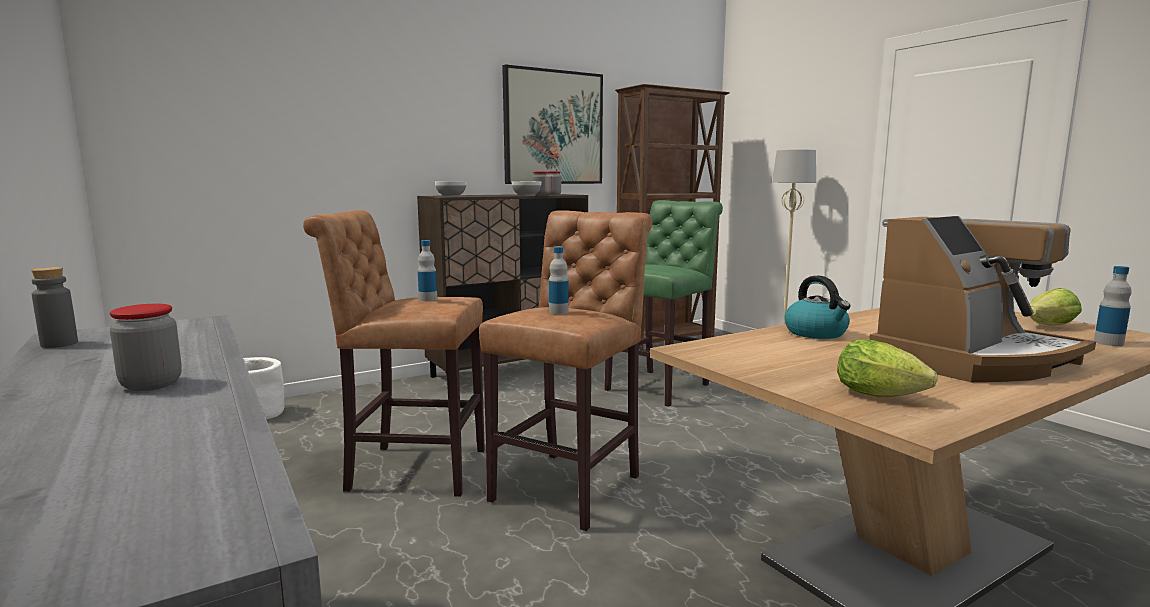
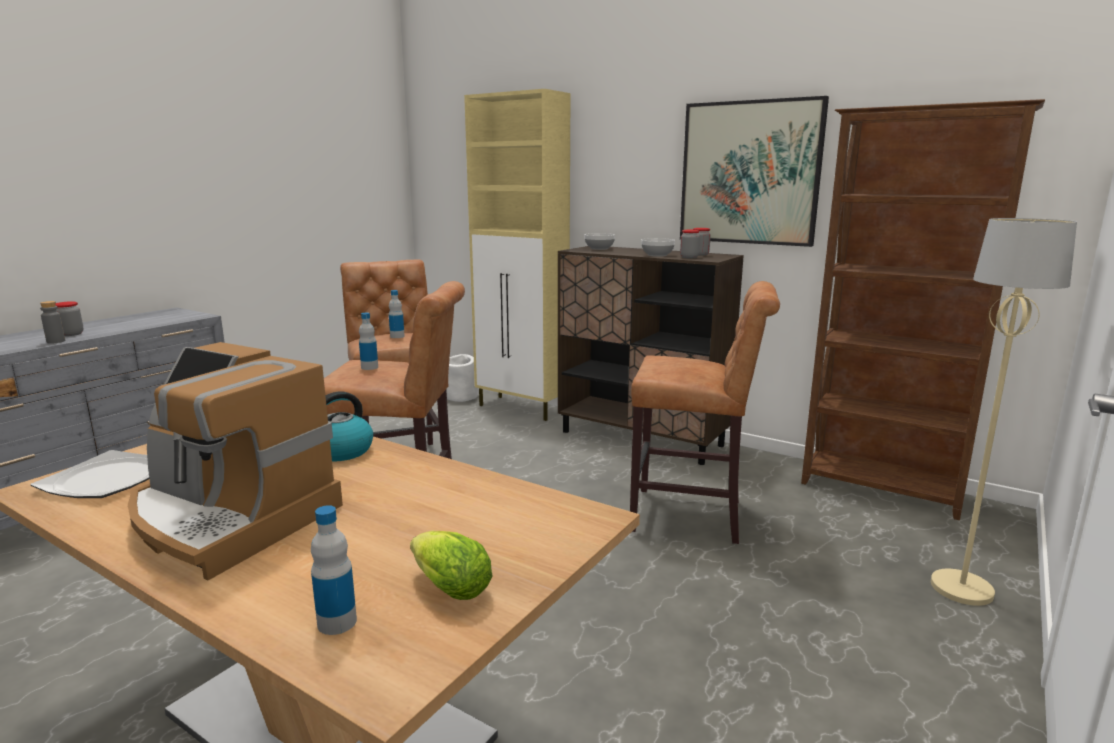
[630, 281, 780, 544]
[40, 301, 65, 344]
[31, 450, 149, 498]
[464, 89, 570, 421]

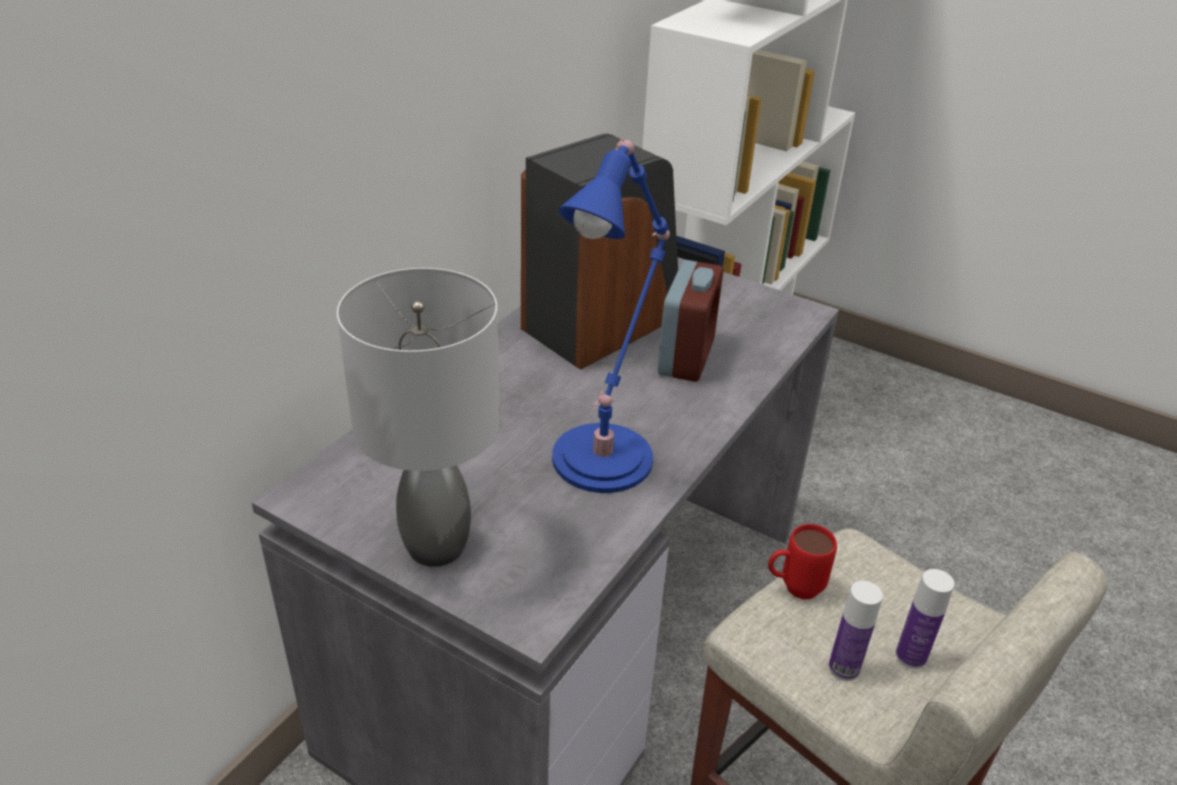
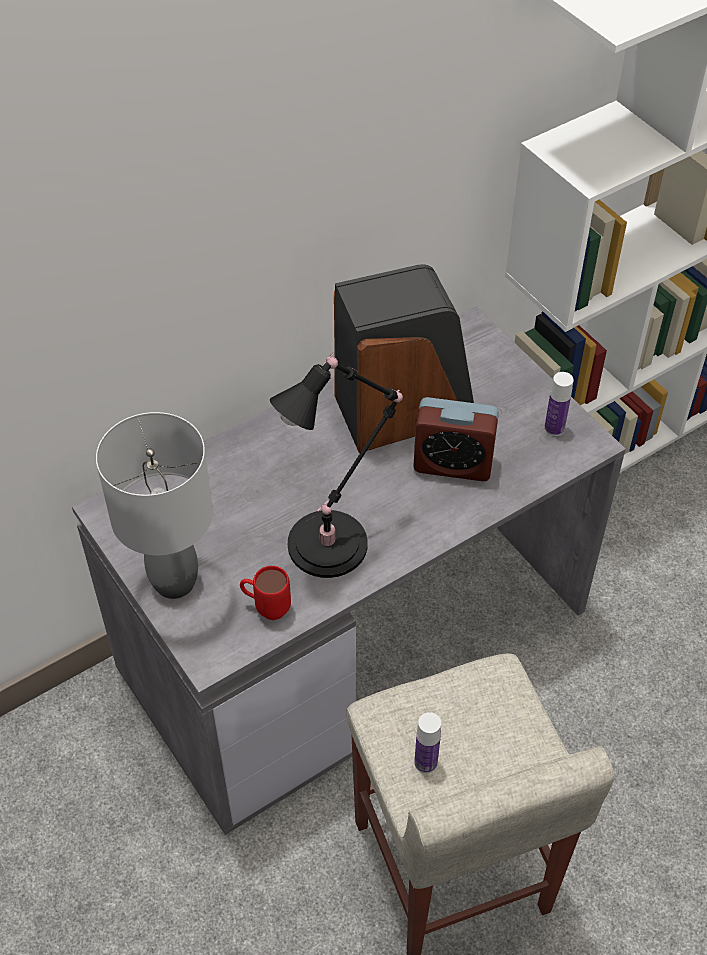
[270, 352, 403, 578]
[413, 397, 499, 481]
[240, 566, 291, 620]
[544, 372, 574, 436]

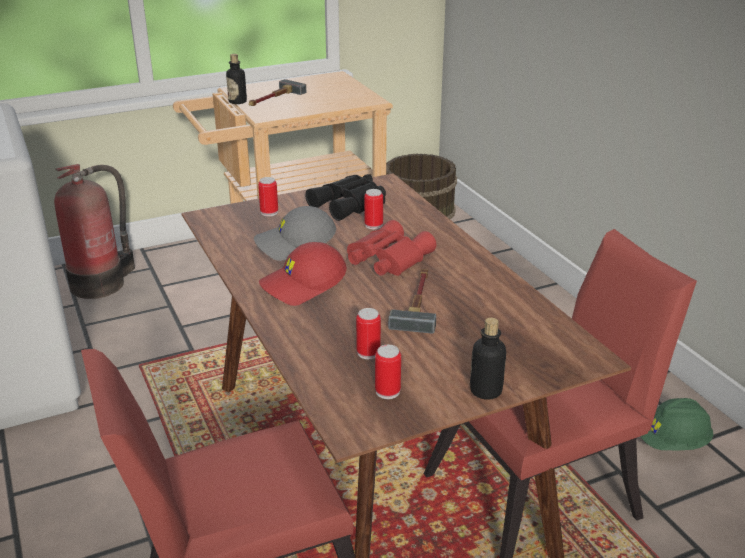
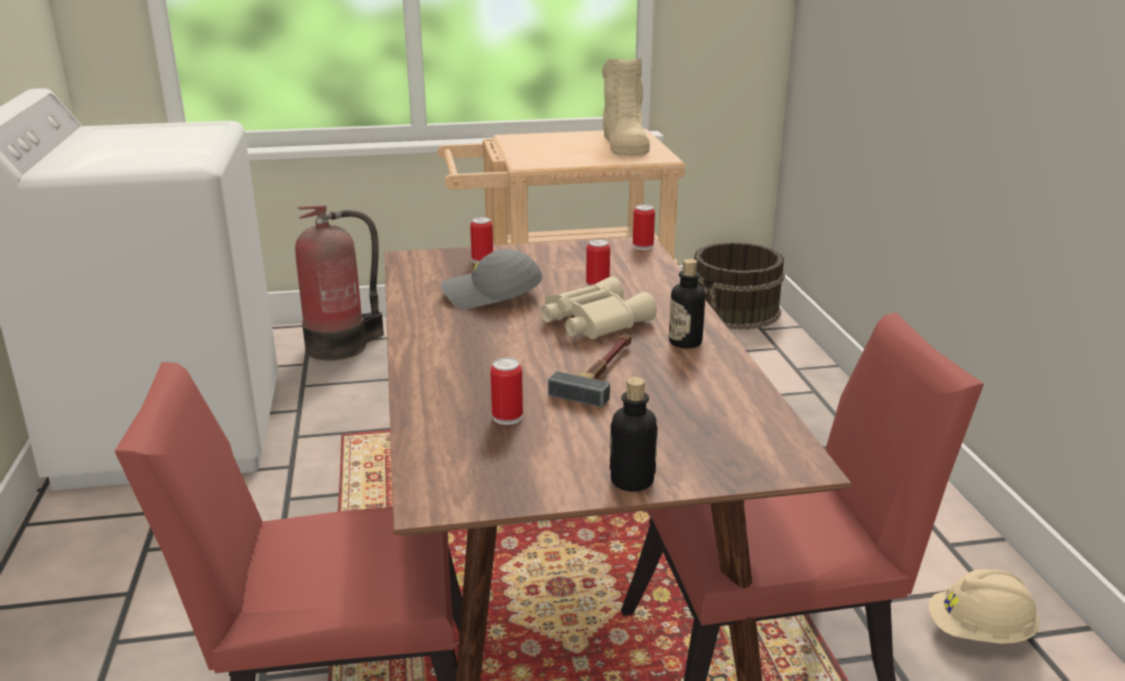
[669, 259, 705, 348]
[249, 79, 306, 106] (first image)
[305, 174, 386, 221] (first image)
[541, 276, 657, 339]
[259, 242, 347, 306] (first image)
[633, 204, 655, 250]
[928, 569, 1040, 644]
[602, 58, 650, 156]

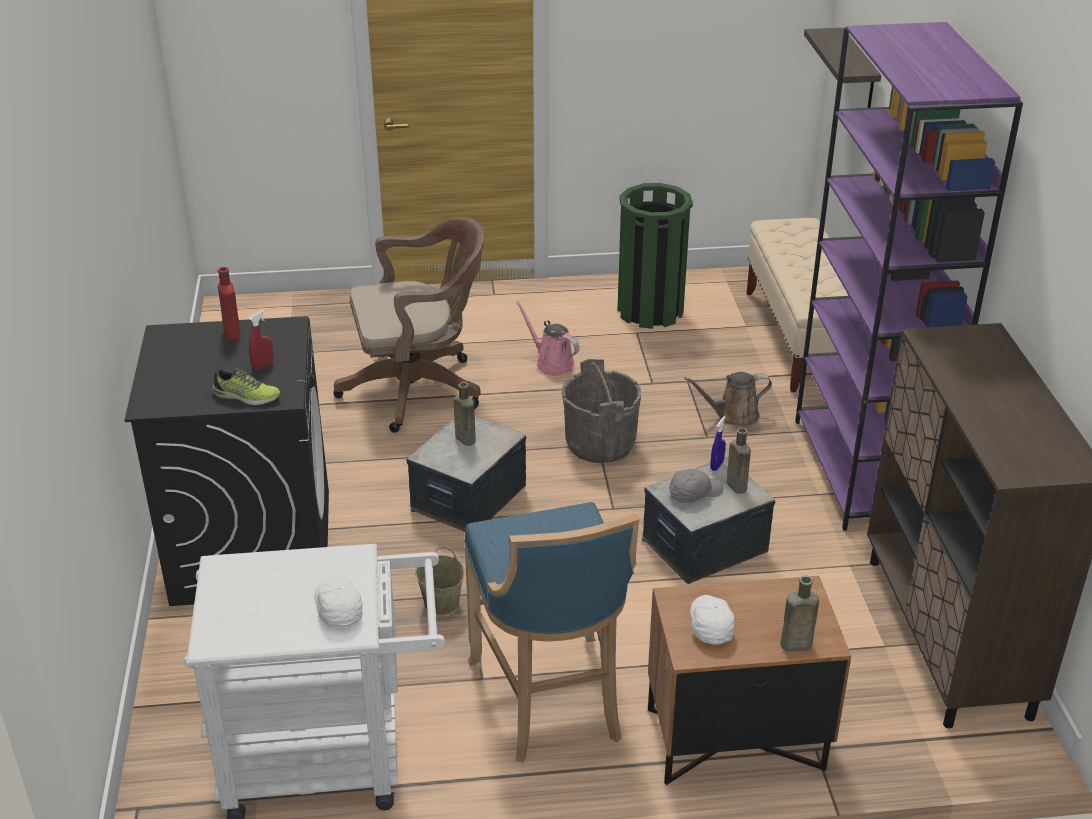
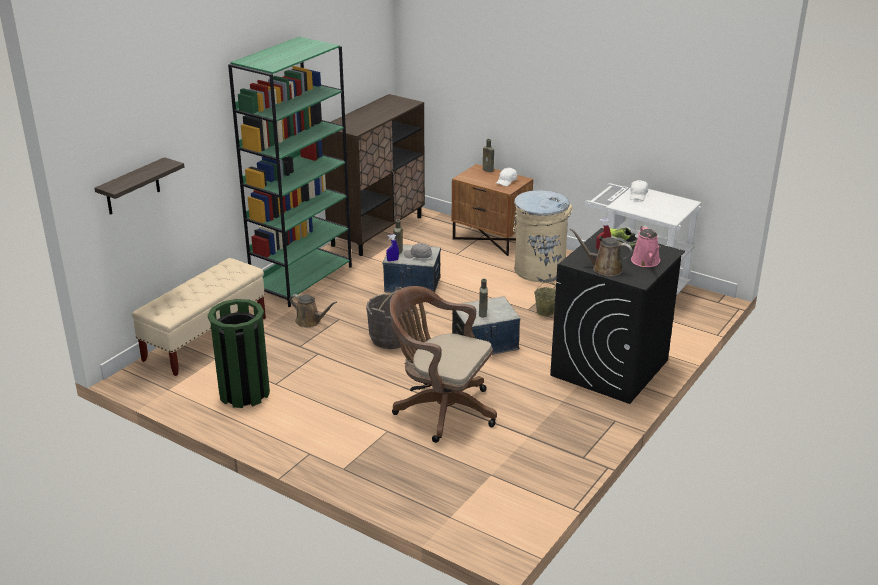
[228, 37, 352, 307]
[570, 228, 632, 276]
[631, 226, 660, 267]
[513, 190, 573, 282]

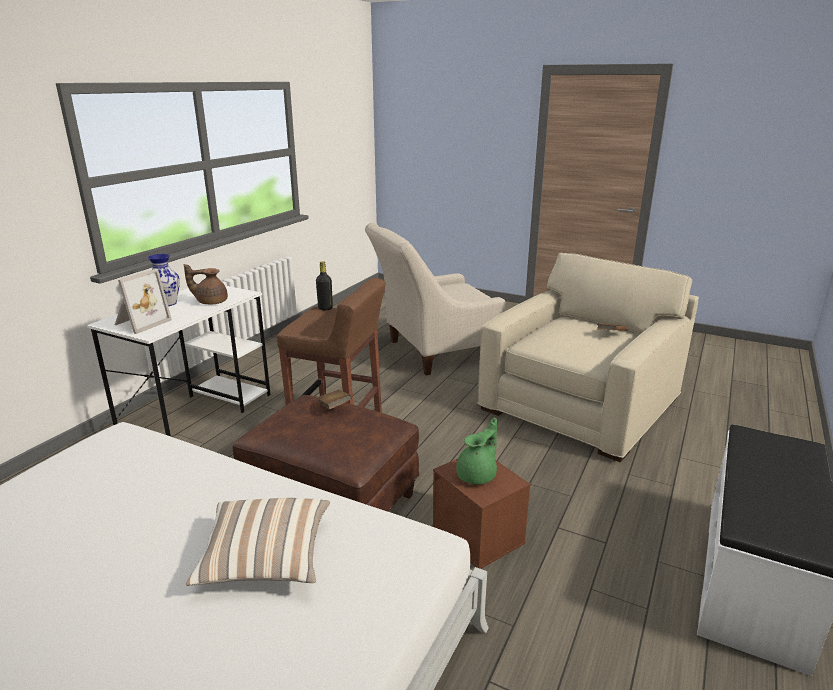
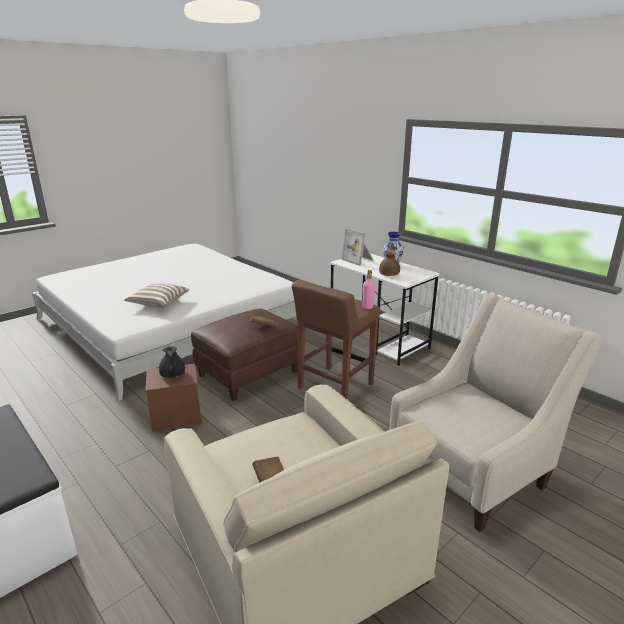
[389, 294, 603, 532]
[362, 270, 375, 309]
[159, 346, 185, 378]

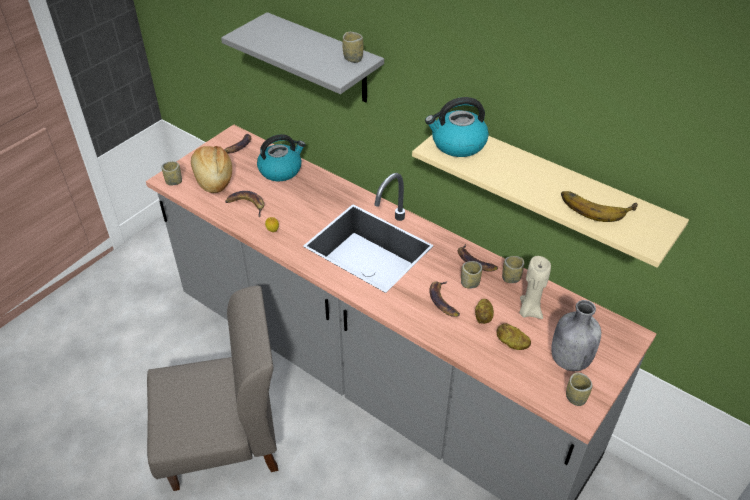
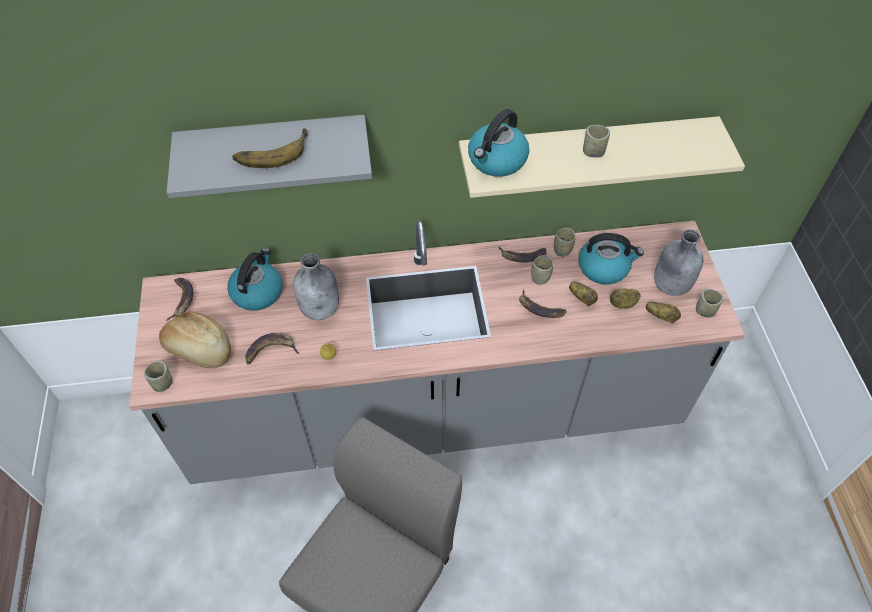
[583, 125, 610, 158]
[233, 128, 308, 168]
[578, 233, 644, 284]
[293, 253, 339, 320]
[646, 302, 681, 324]

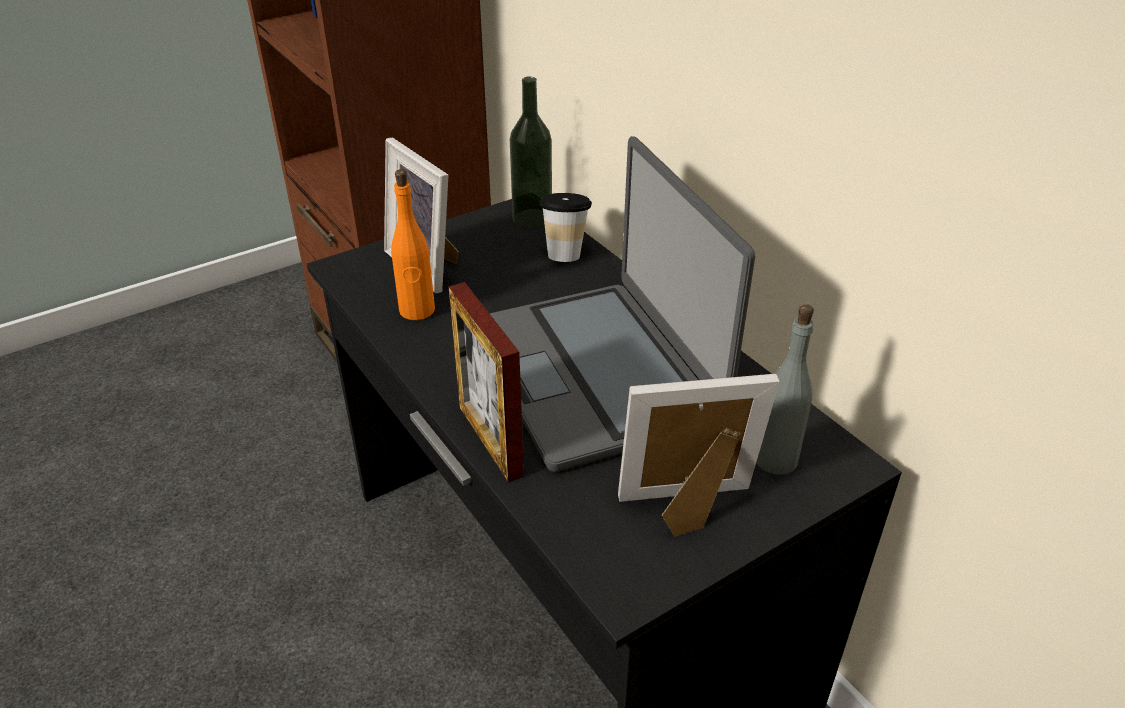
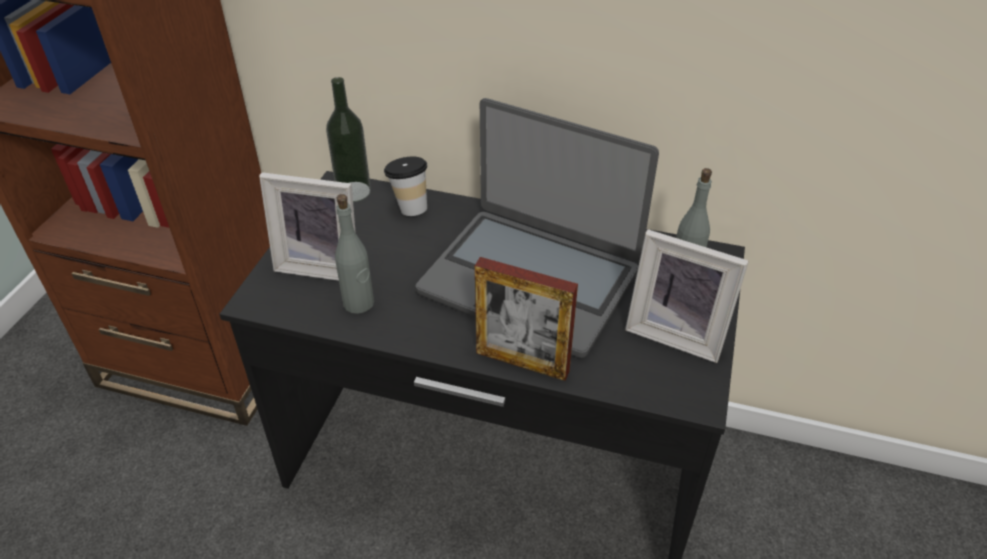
[335, 194, 374, 314]
[625, 229, 749, 363]

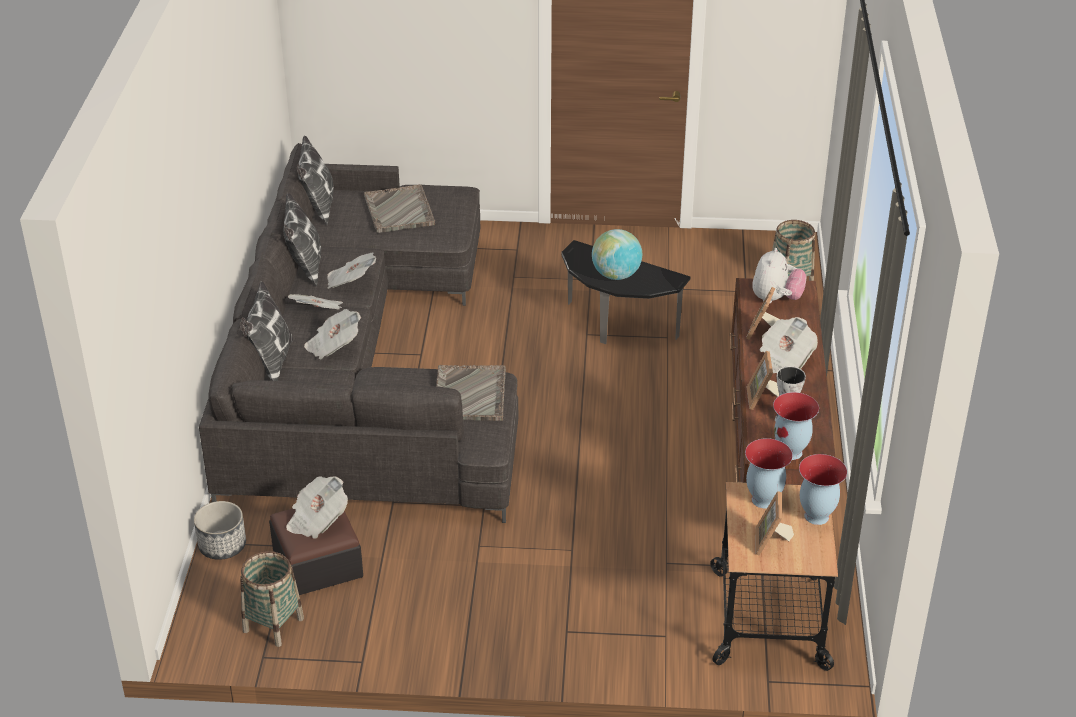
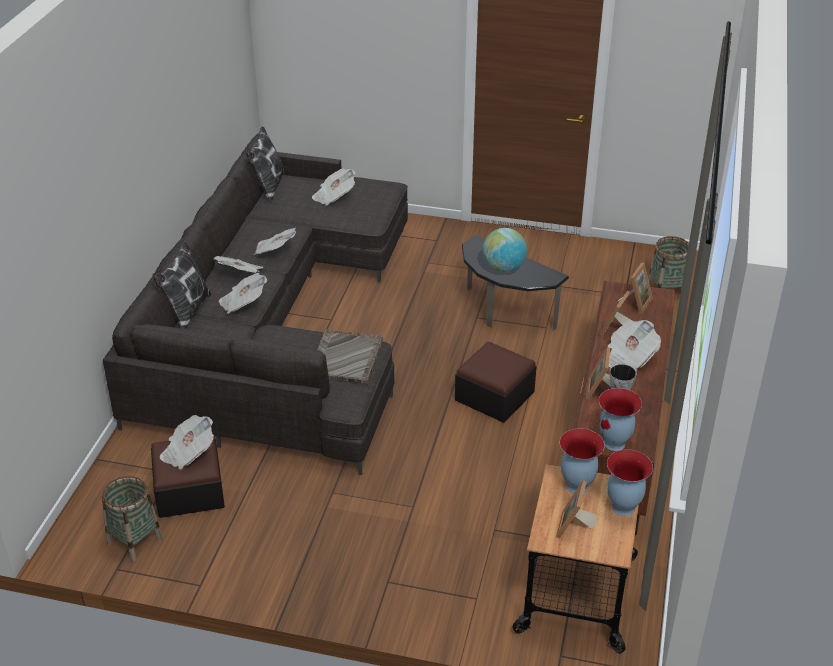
[312, 168, 356, 205]
[283, 193, 321, 286] (first image)
[616, 263, 652, 313]
[194, 501, 246, 560] (first image)
[455, 342, 536, 423]

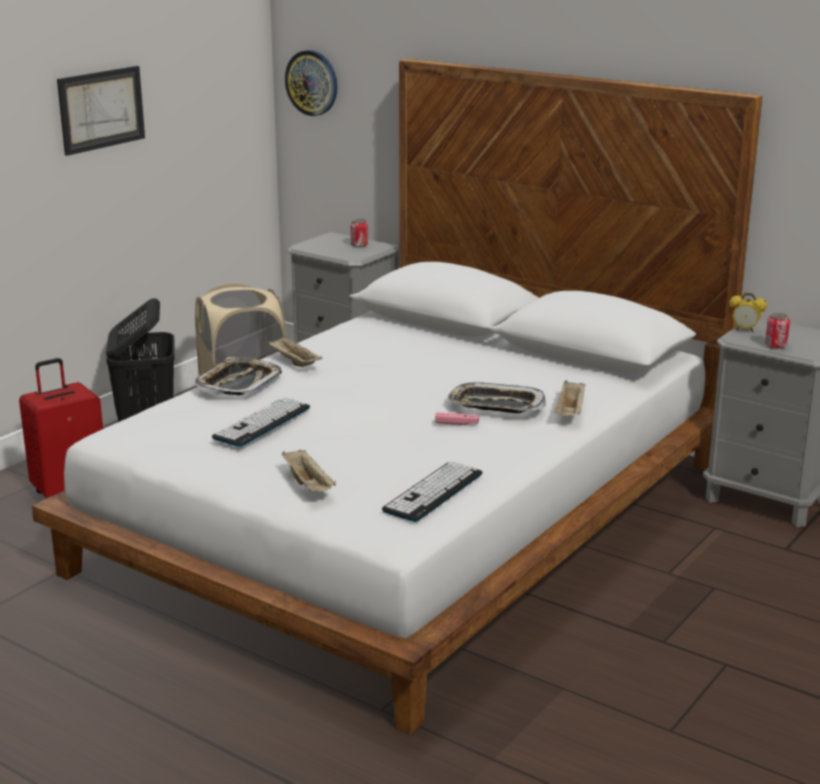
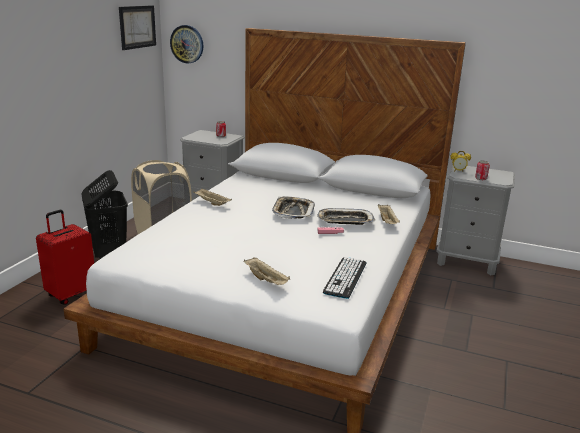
[119, 5, 156, 50]
[272, 197, 315, 219]
[212, 397, 310, 447] (first image)

